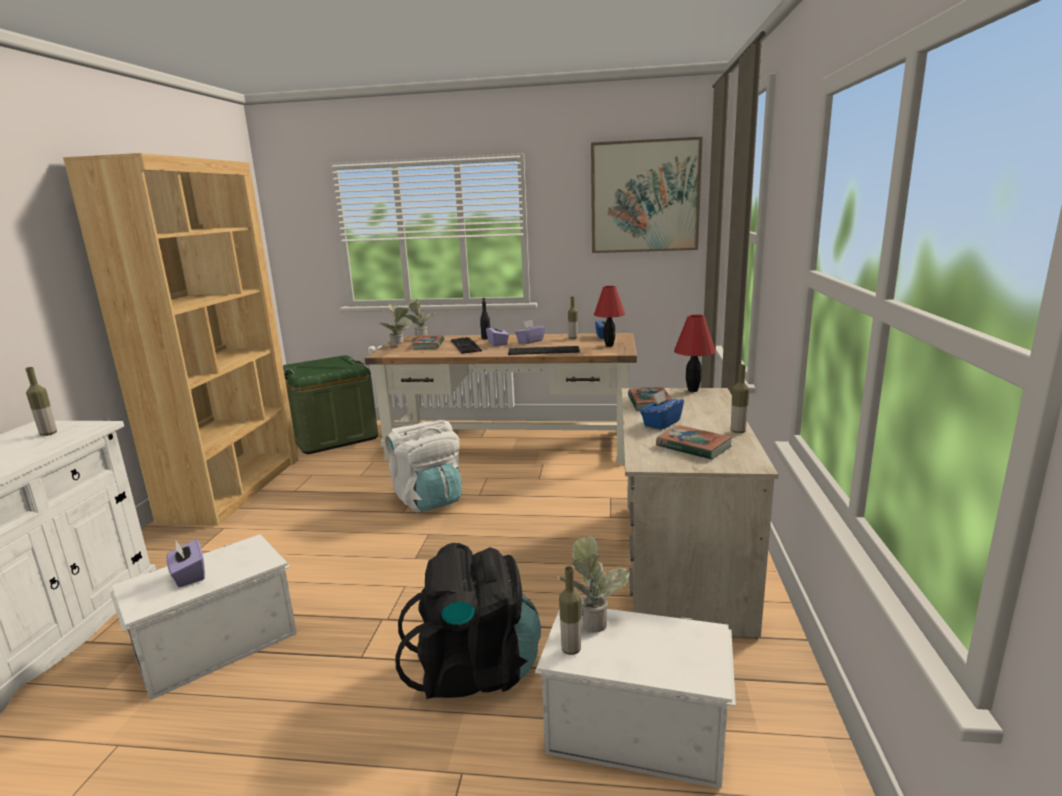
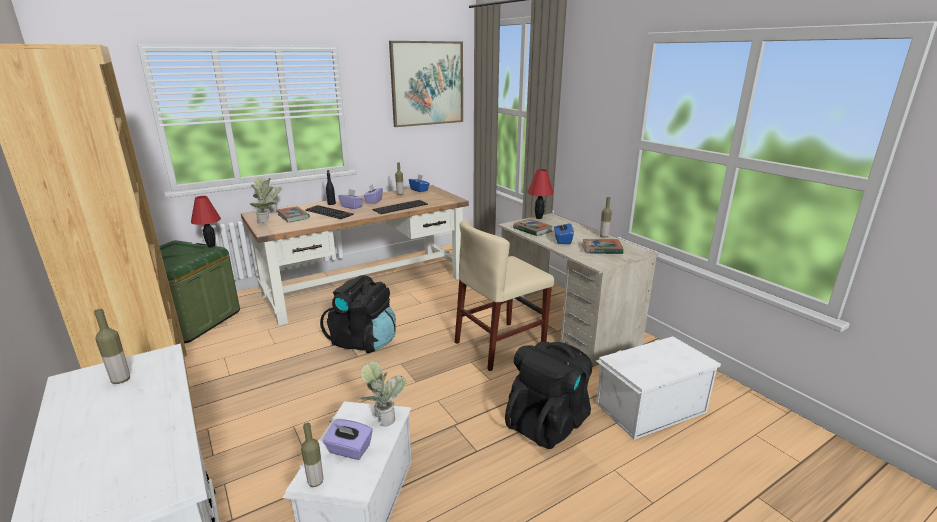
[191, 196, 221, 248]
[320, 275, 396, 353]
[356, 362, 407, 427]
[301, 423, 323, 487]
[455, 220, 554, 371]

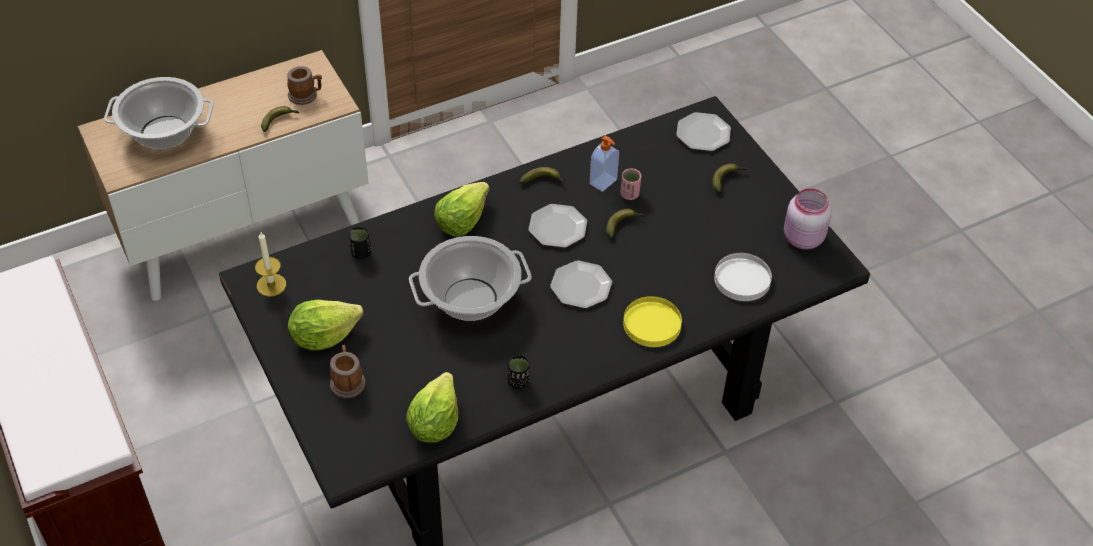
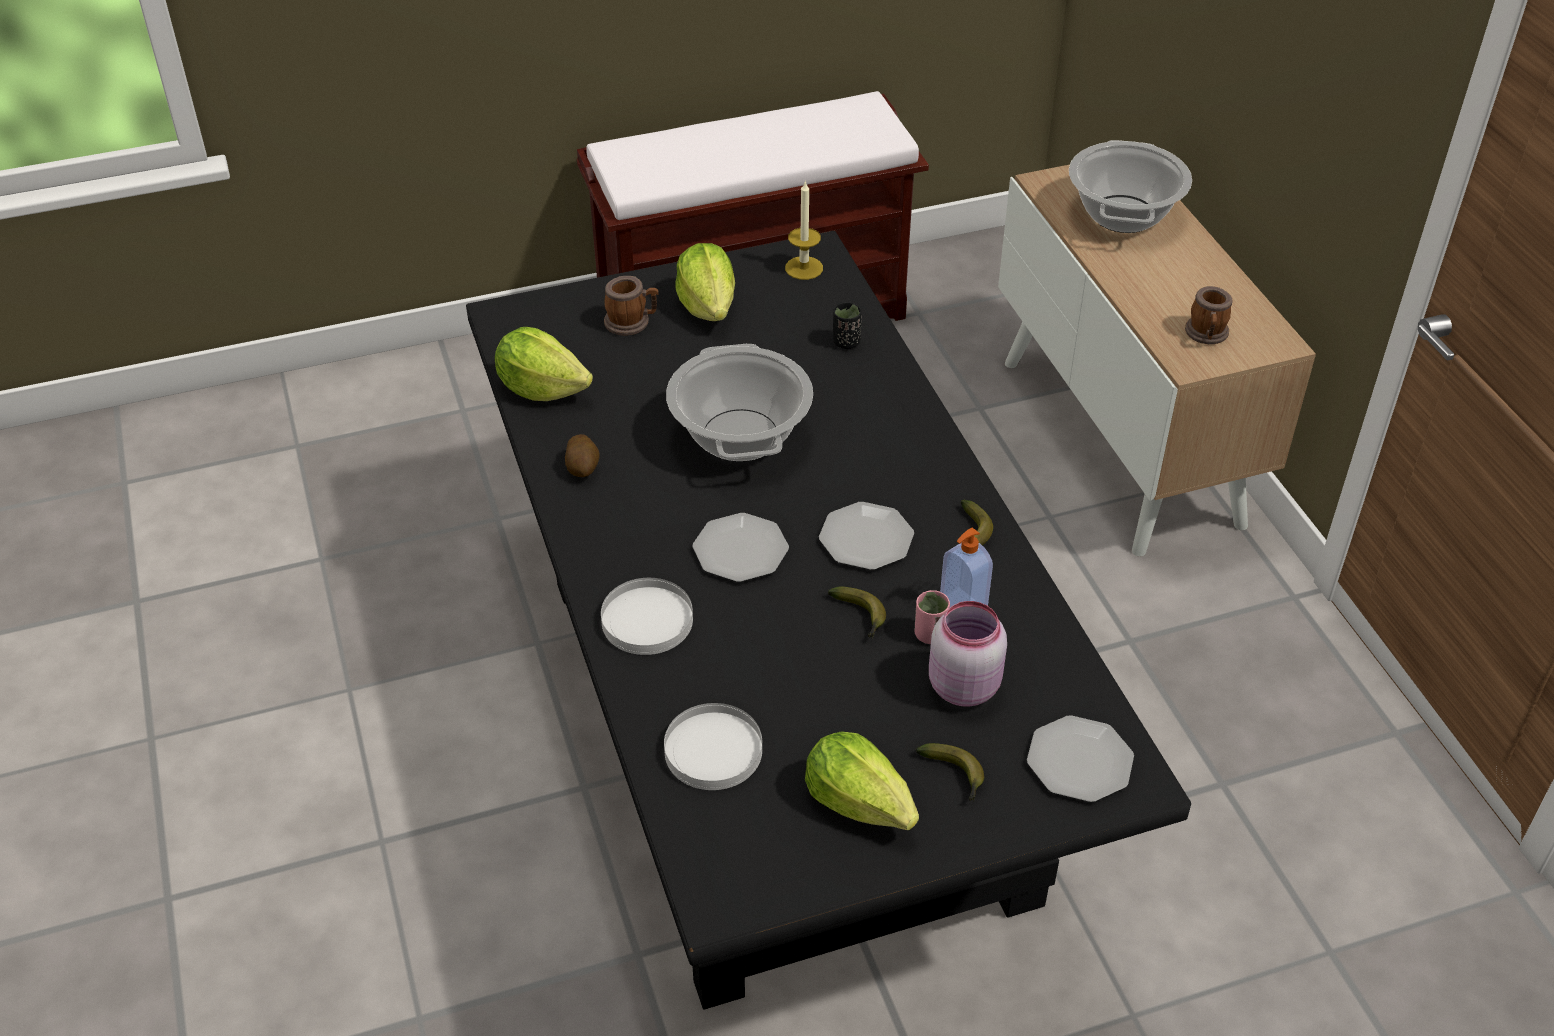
[261, 106, 299, 132] (first image)
[805, 731, 919, 830]
[929, 601, 1007, 707]
[601, 578, 693, 655]
[565, 434, 600, 477]

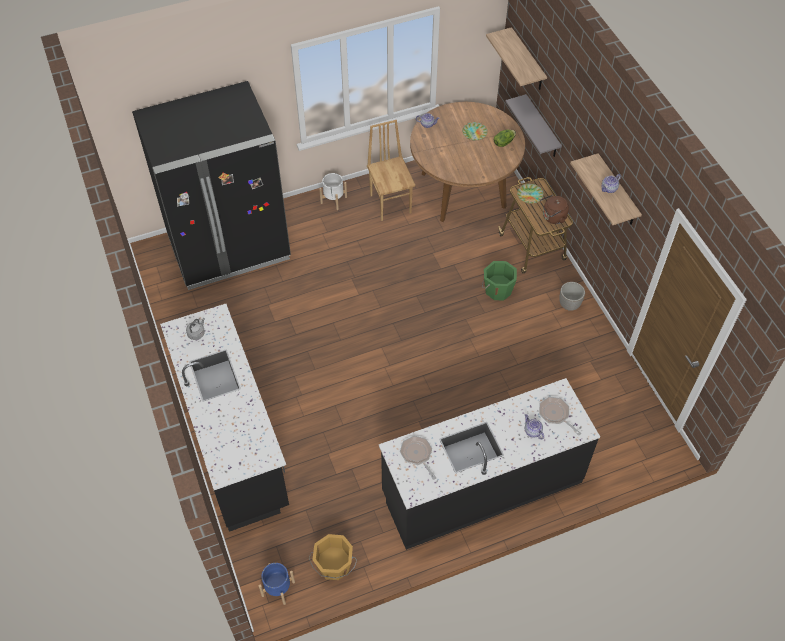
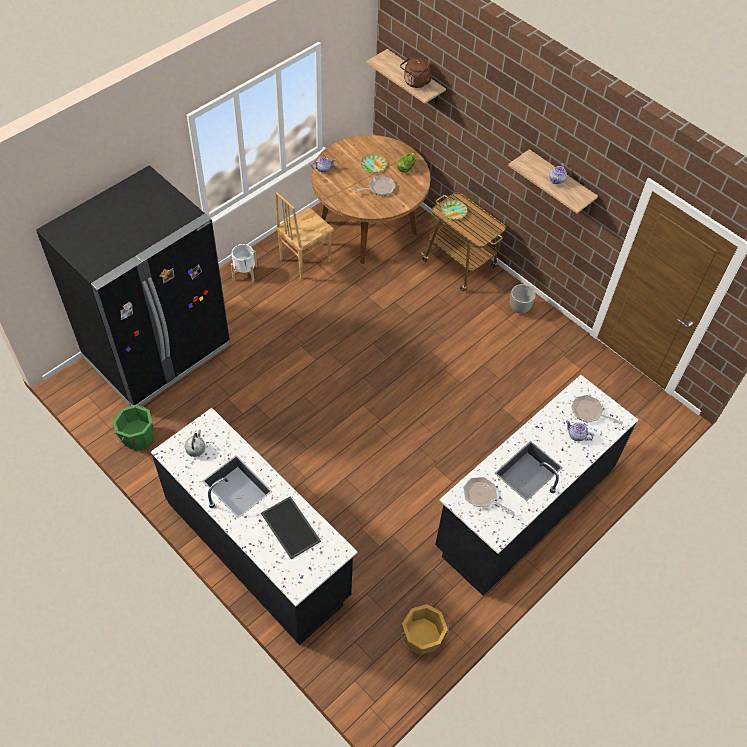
[505, 94, 562, 157] (first image)
[275, 191, 335, 279]
[400, 57, 432, 88]
[113, 405, 153, 450]
[259, 563, 295, 605] (first image)
[353, 176, 396, 196]
[261, 496, 321, 559]

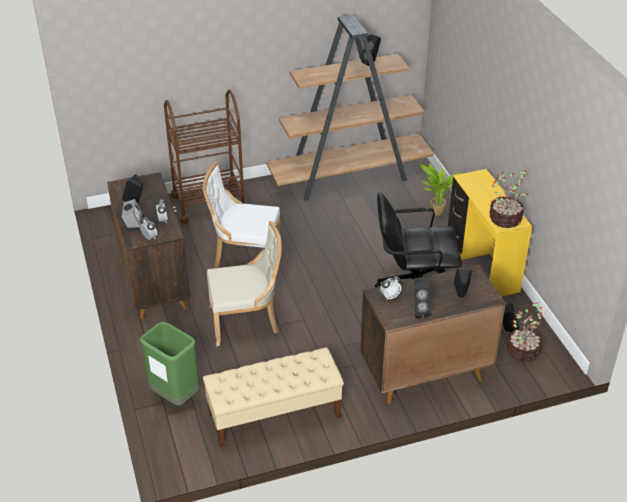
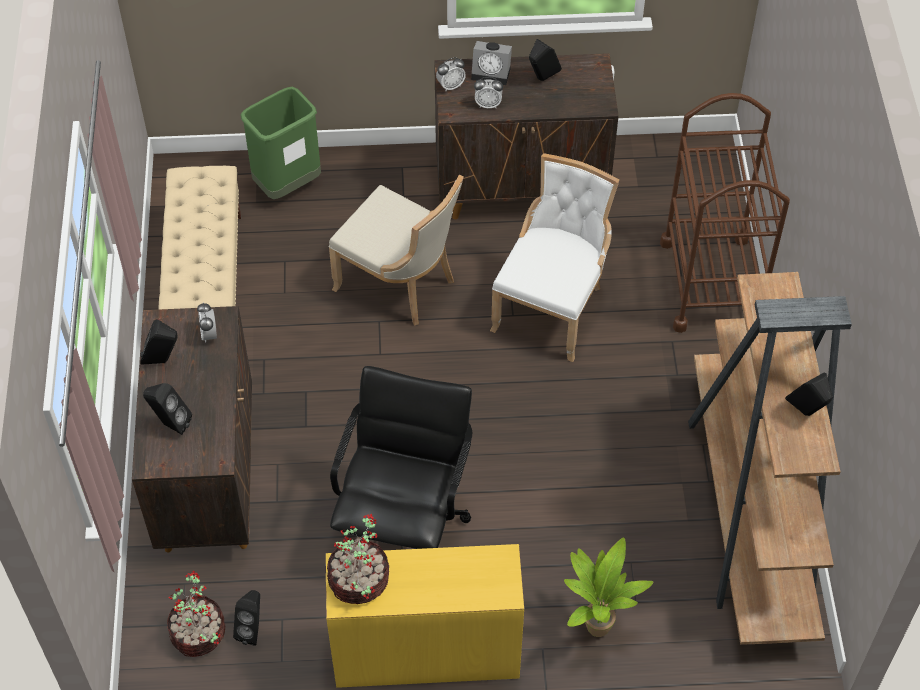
[329, 174, 464, 326]

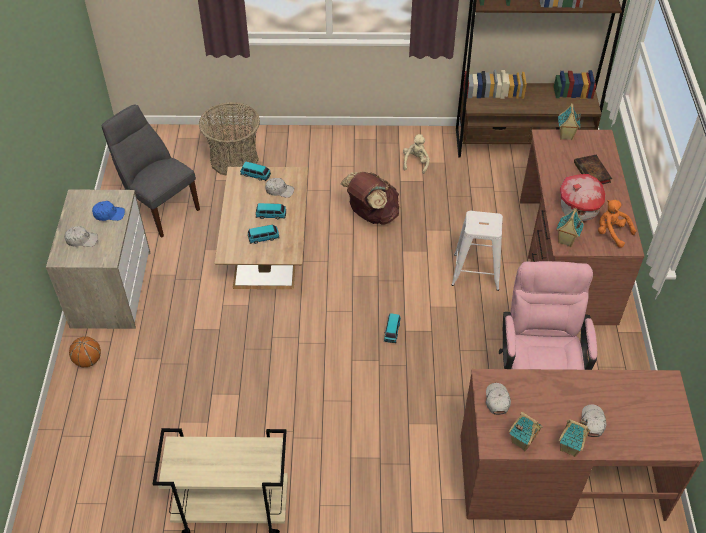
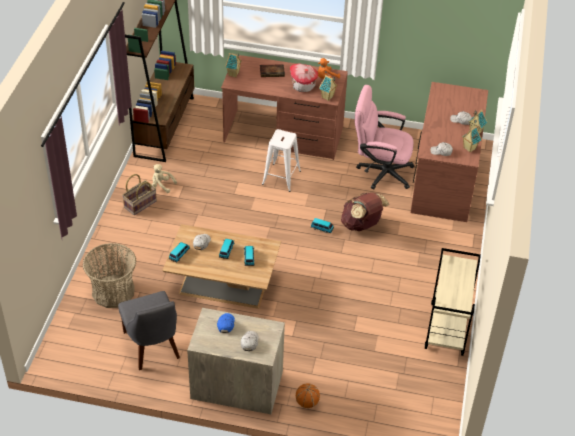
[118, 291, 180, 370]
[341, 192, 389, 231]
[122, 174, 157, 215]

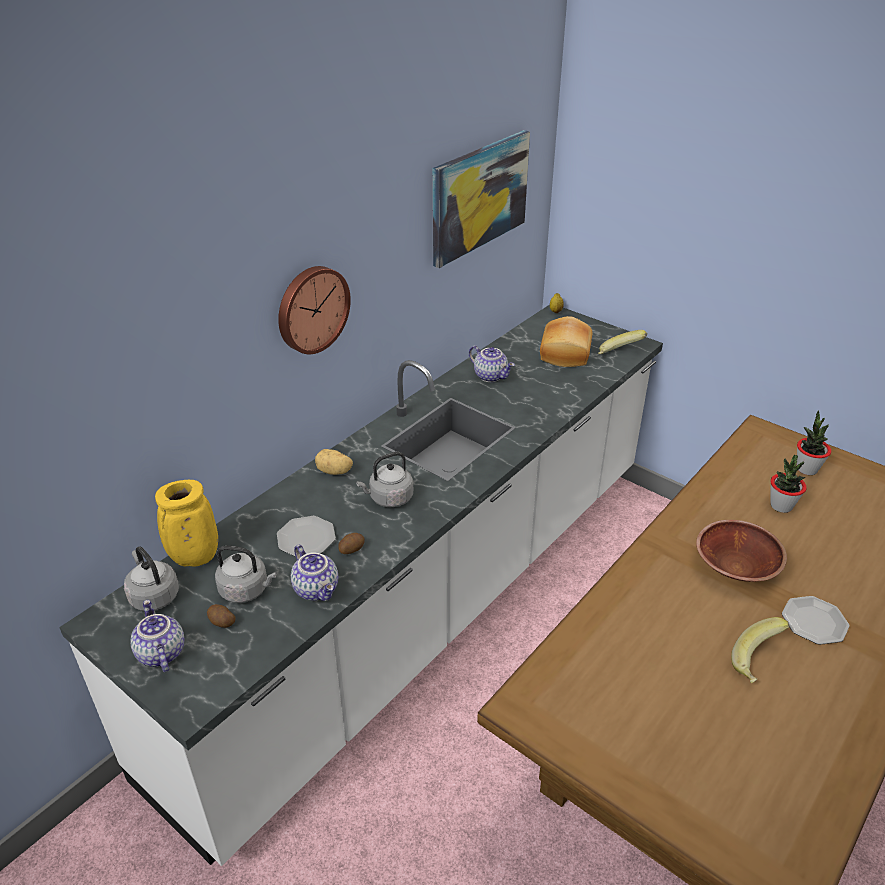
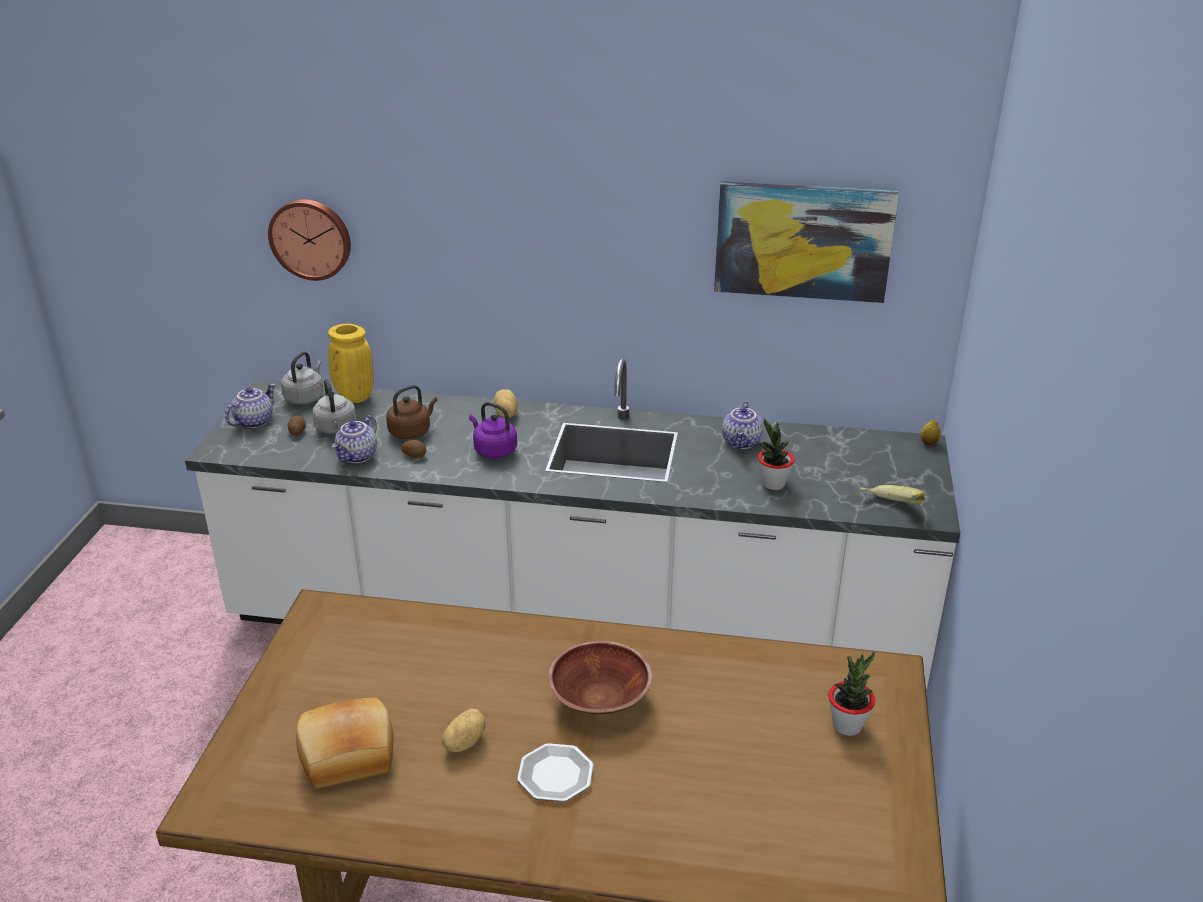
[268, 199, 351, 281]
[296, 697, 394, 789]
[469, 402, 517, 459]
[758, 418, 795, 490]
[386, 385, 437, 439]
[442, 709, 486, 752]

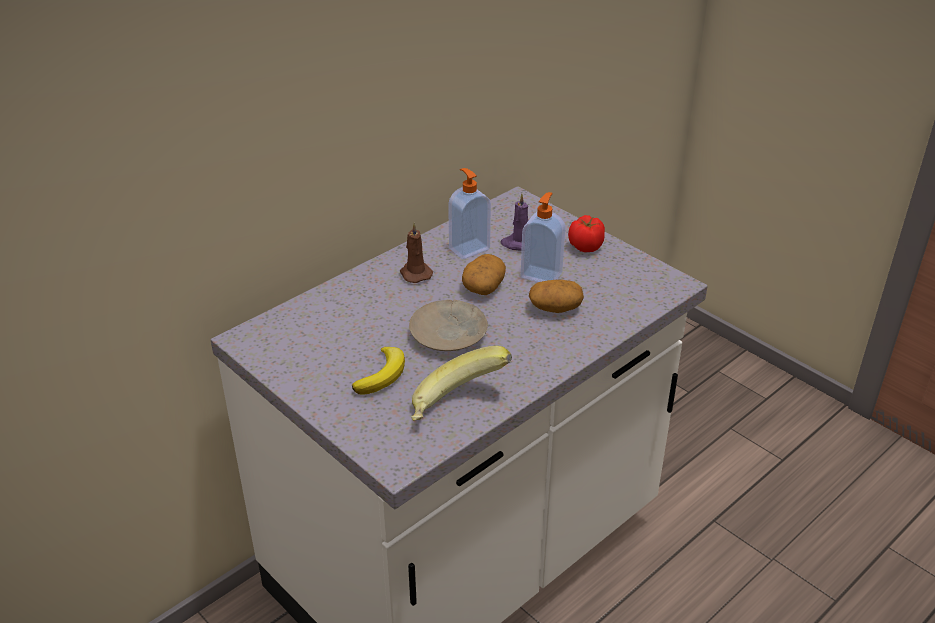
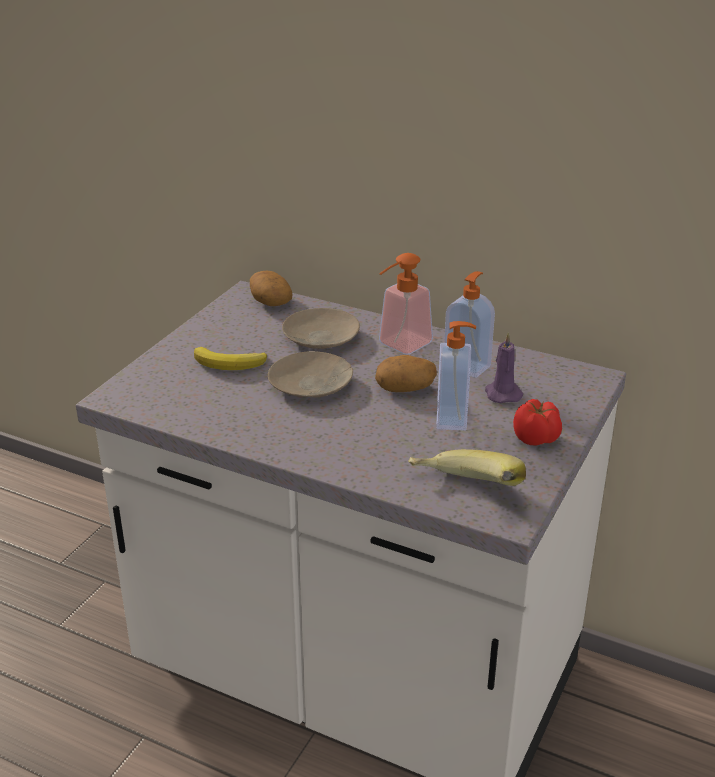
[379, 253, 433, 355]
[250, 271, 293, 306]
[408, 449, 526, 486]
[282, 308, 360, 349]

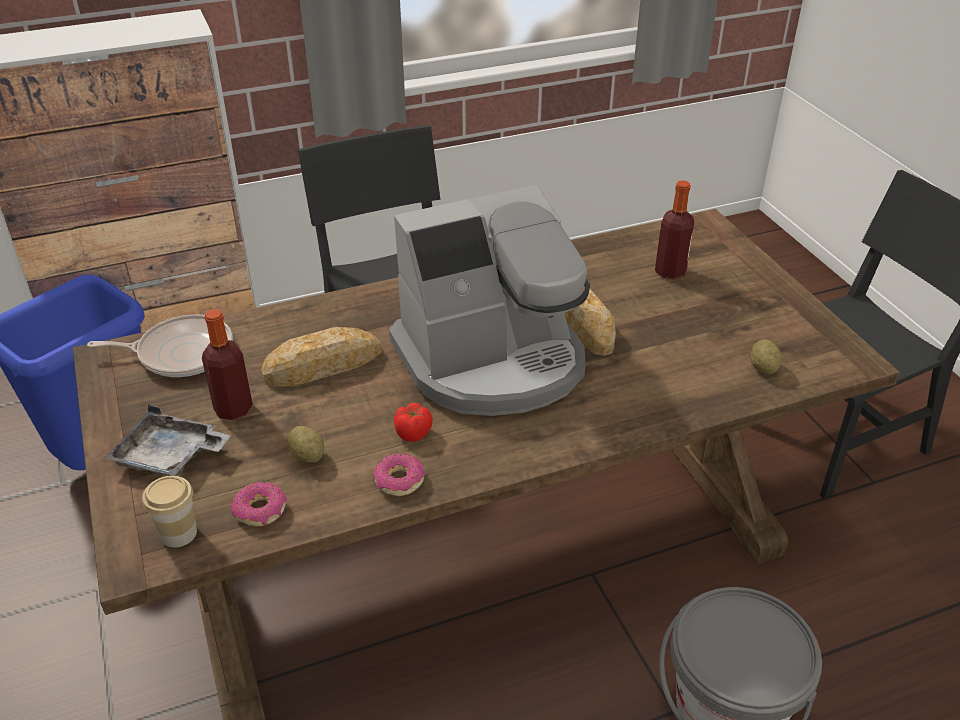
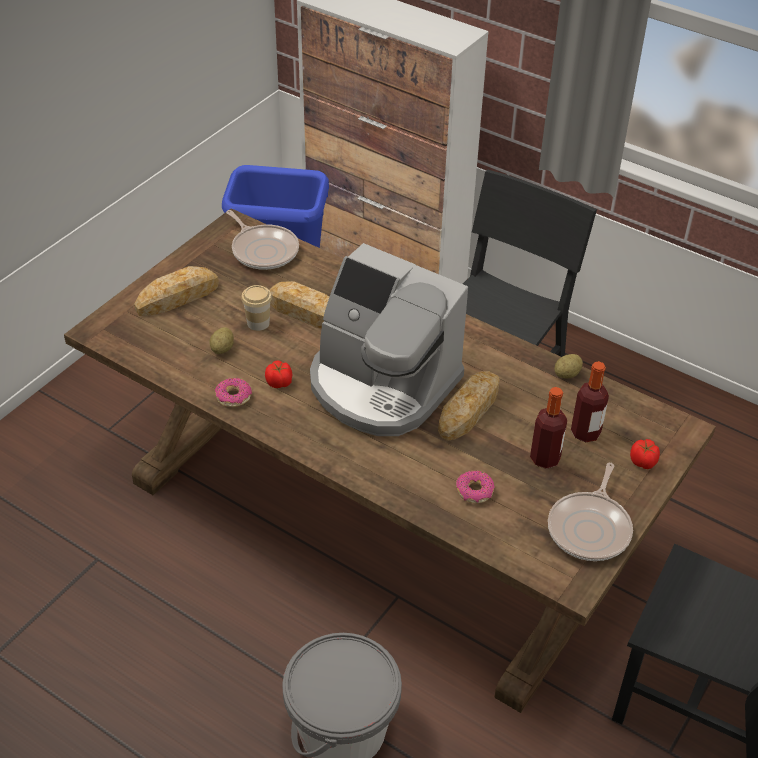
[530, 387, 567, 469]
[554, 354, 583, 379]
[134, 266, 219, 316]
[241, 285, 272, 331]
[456, 470, 495, 503]
[630, 439, 660, 469]
[548, 463, 633, 561]

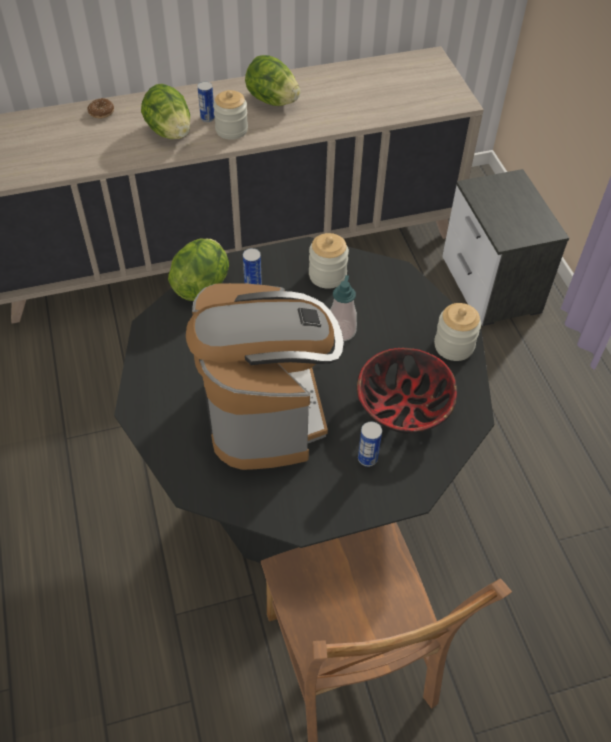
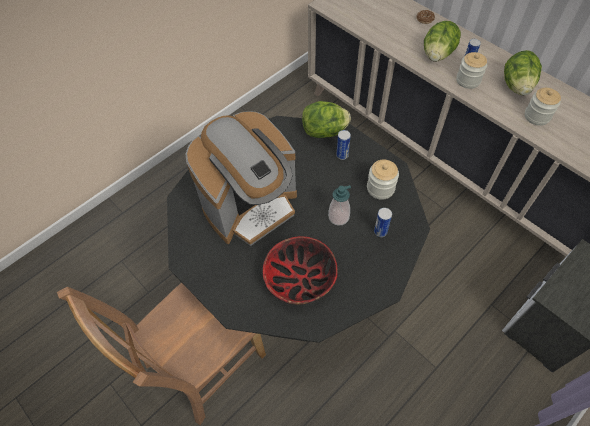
[524, 88, 561, 126]
[374, 208, 392, 237]

